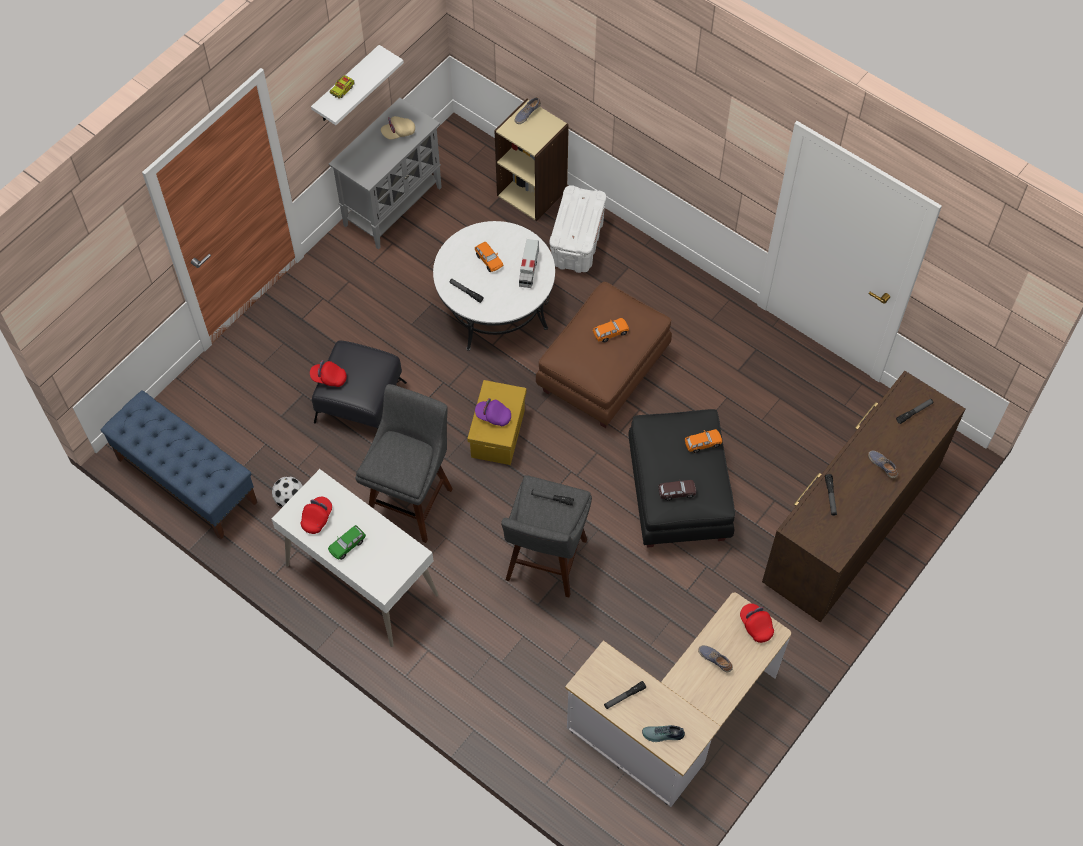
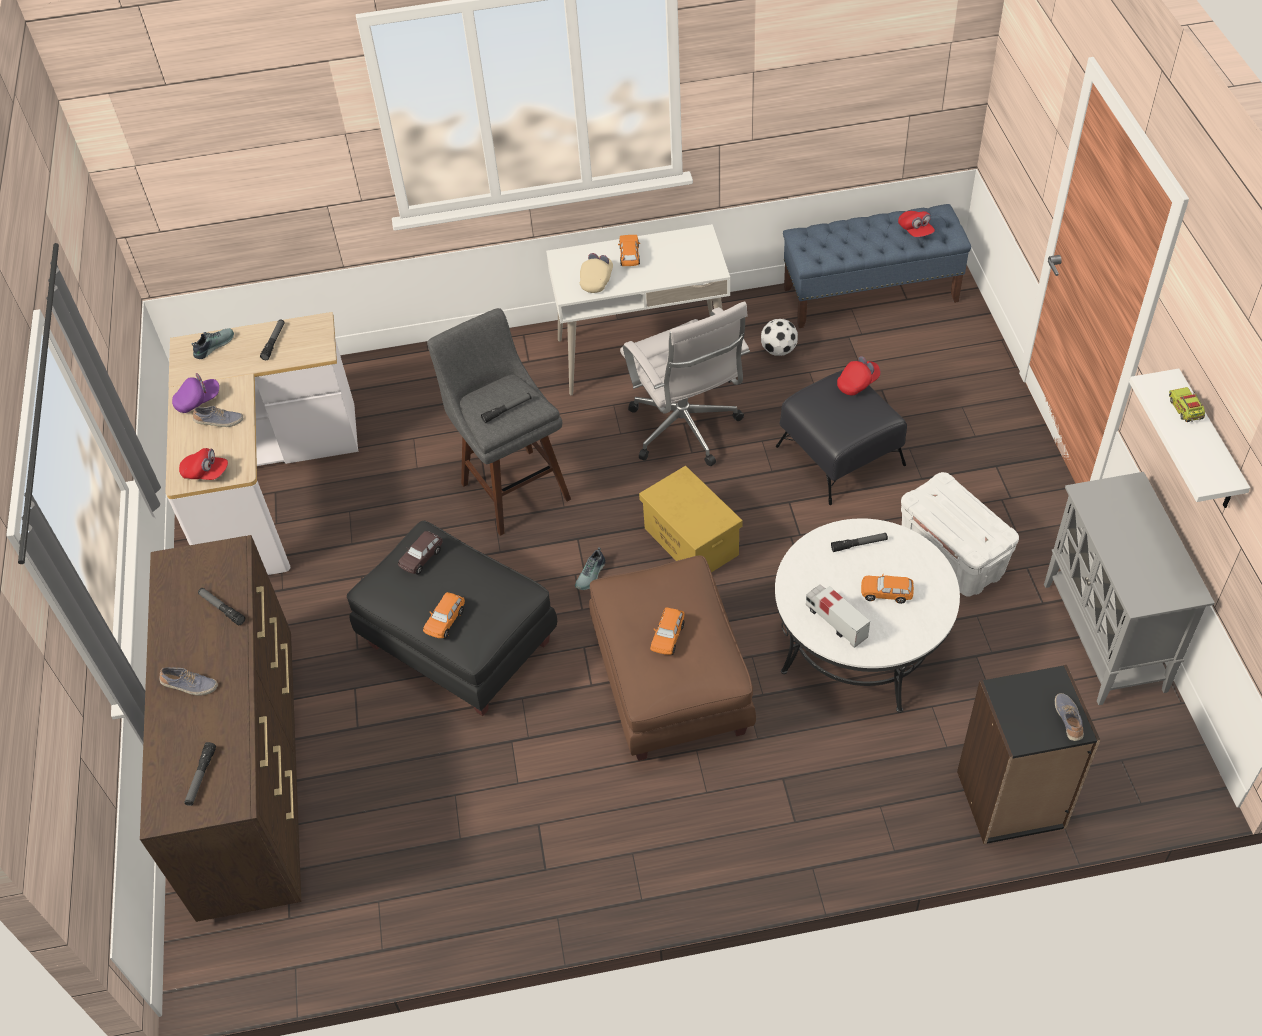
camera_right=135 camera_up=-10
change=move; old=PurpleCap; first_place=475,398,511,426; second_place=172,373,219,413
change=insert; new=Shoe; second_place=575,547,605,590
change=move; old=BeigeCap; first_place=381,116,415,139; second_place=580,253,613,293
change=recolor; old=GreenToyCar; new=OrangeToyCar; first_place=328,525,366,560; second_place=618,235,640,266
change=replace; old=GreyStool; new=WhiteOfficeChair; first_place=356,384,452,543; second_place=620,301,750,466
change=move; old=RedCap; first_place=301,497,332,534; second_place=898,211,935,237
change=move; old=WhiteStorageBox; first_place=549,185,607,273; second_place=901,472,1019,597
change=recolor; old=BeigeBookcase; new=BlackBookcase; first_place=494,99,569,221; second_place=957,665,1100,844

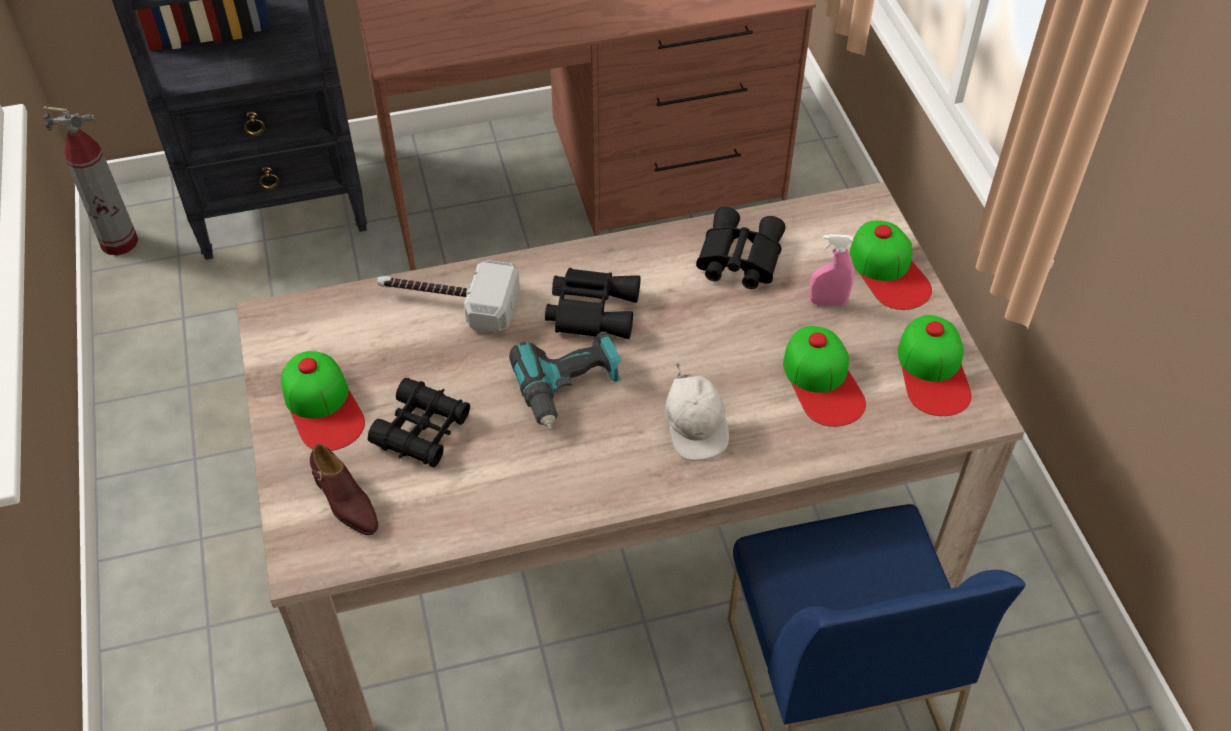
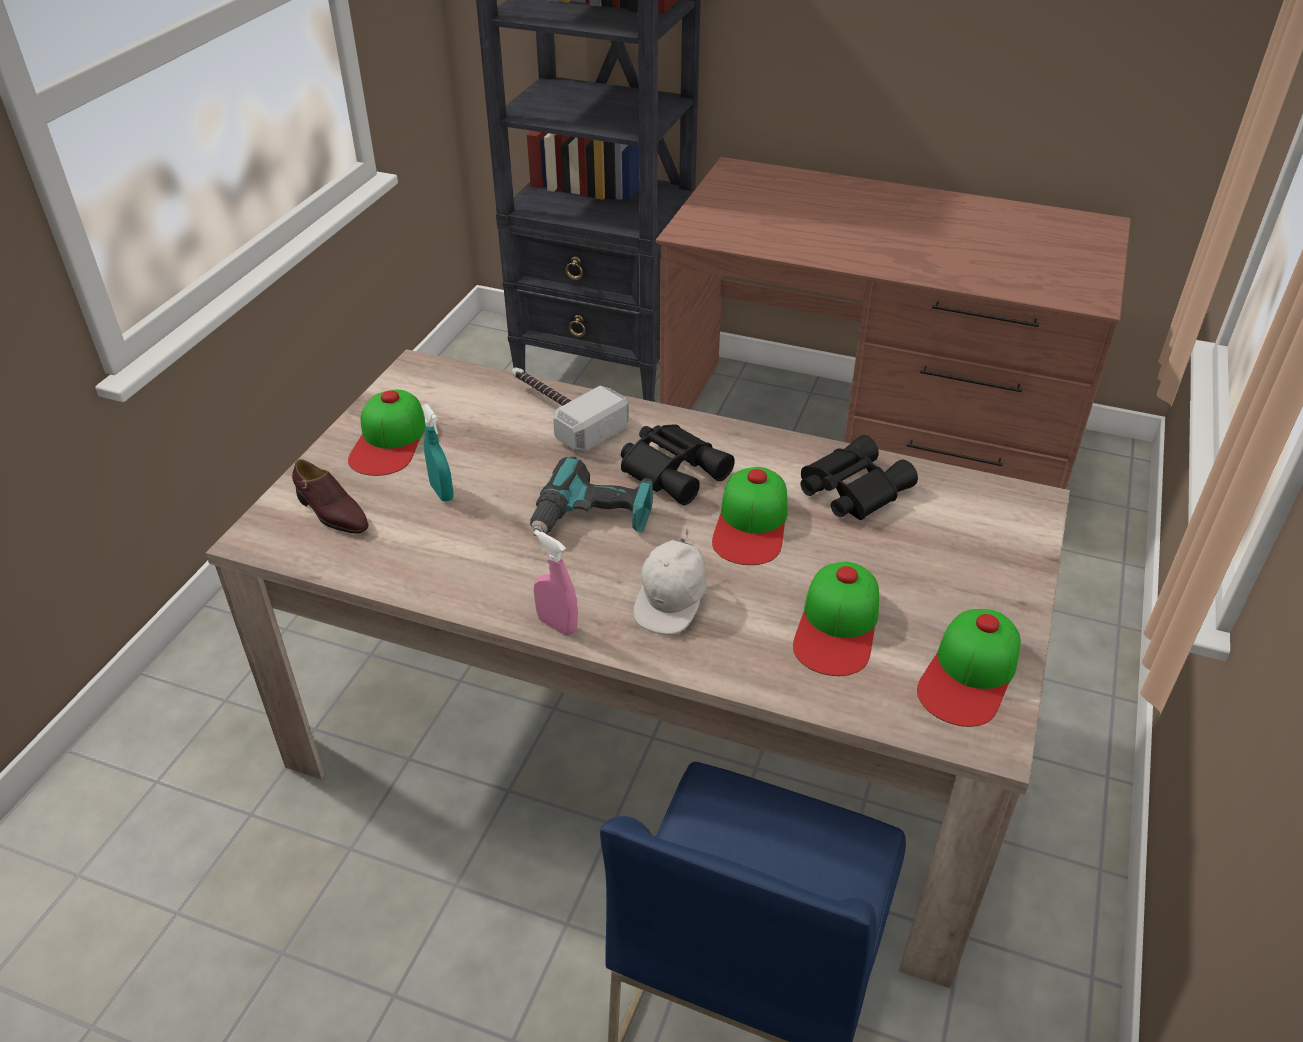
camera_right=35 camera_up=-10
change=rotate; old=BrownShoe; first_place=310,444,378,535; second_place=292,459,369,534; degrees=-45
change=replace; old=BlackBinoculars; new=TurquoiseSprayBottle; first_place=368,378,470,467; second_place=422,404,454,502
change=move; old=PinkSprayBottle; first_place=809,234,854,306; second_place=534,530,578,636
change=move; old=Cap; first_place=850,221,932,310; second_place=712,467,788,565
change=delete; old=FireExtinguisher; first_place=44,106,138,255

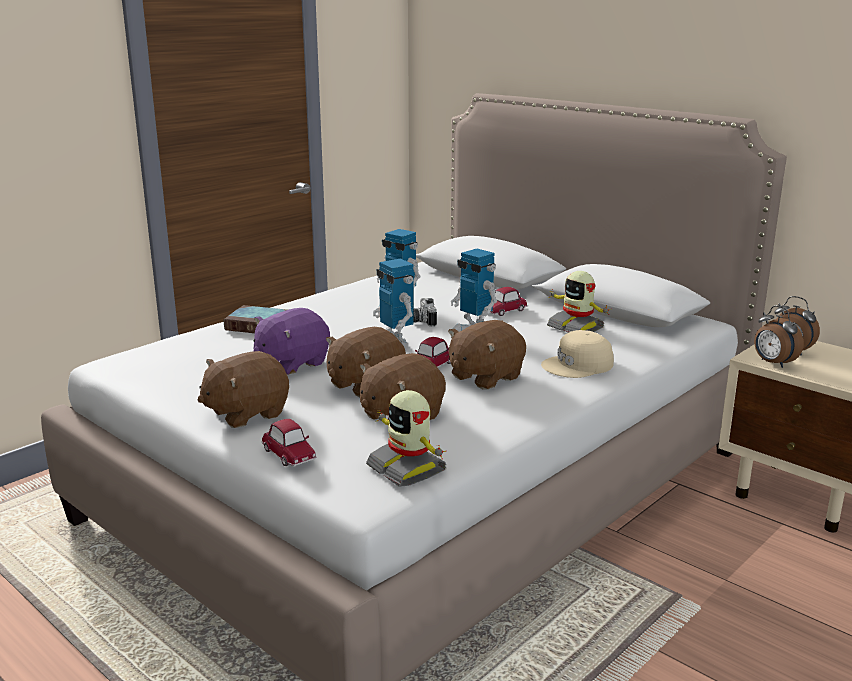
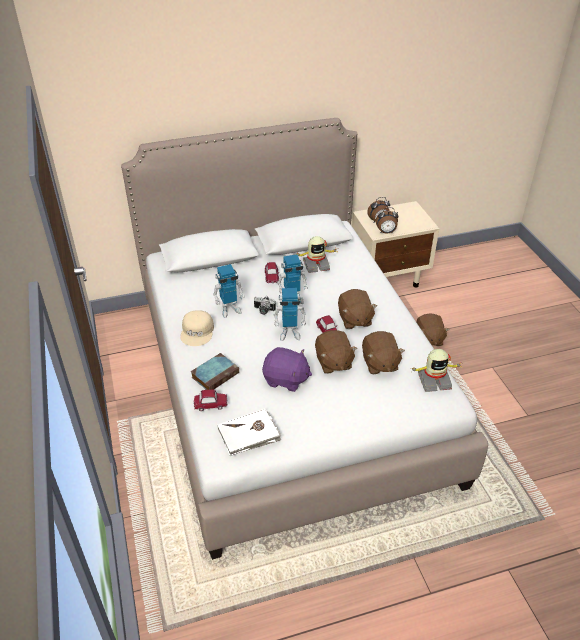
camera_right=-60 camera_up=20
change=move; old=BeigeCap; first_place=541,330,614,378; second_place=180,310,214,346
change=move; old=ToyCar; first_place=262,419,316,466; second_place=194,389,228,411
change=insert; new=WhiteBook; second_place=217,409,281,456
change=rotate; old=PurplePlushToy; first_place=253,308,330,375; second_place=262,347,312,392; degrees=-60
change=move; old=BrownPlushToy; first_place=198,351,289,428; second_place=416,313,450,346

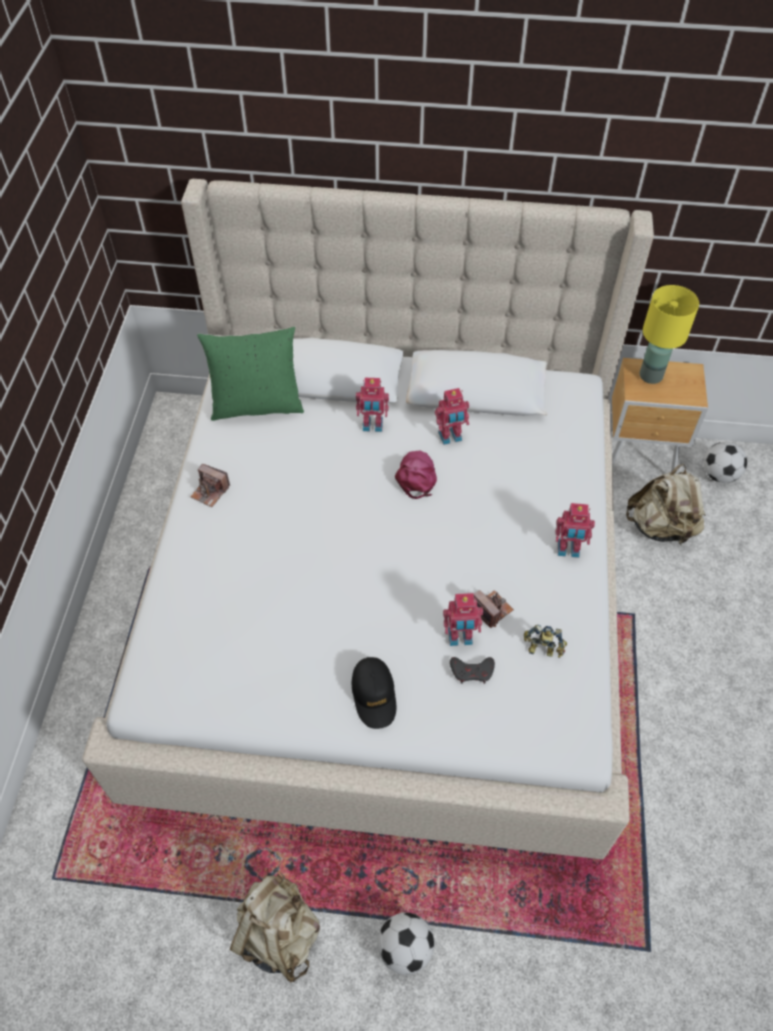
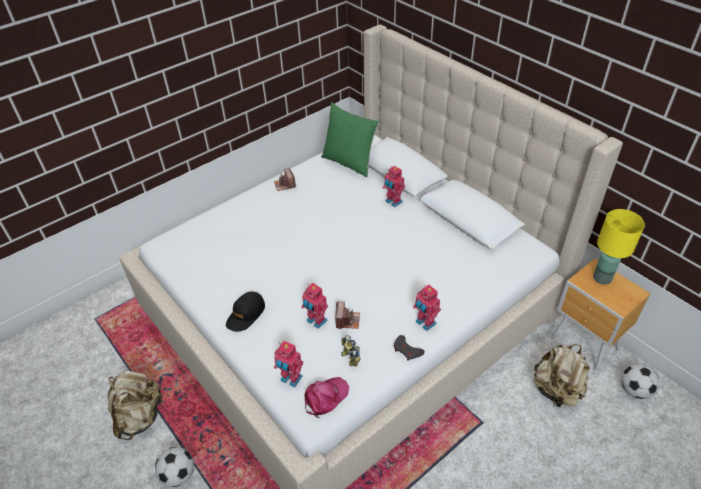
camera_right=45 camera_up=-10
change=move; old=ToyRobot; first_place=435,388,469,445; second_place=274,341,303,387
change=move; old=PinkCap; first_place=395,450,437,499; second_place=304,377,349,418
change=move; old=GreyGameController; first_place=450,657,495,684; second_place=394,335,424,361

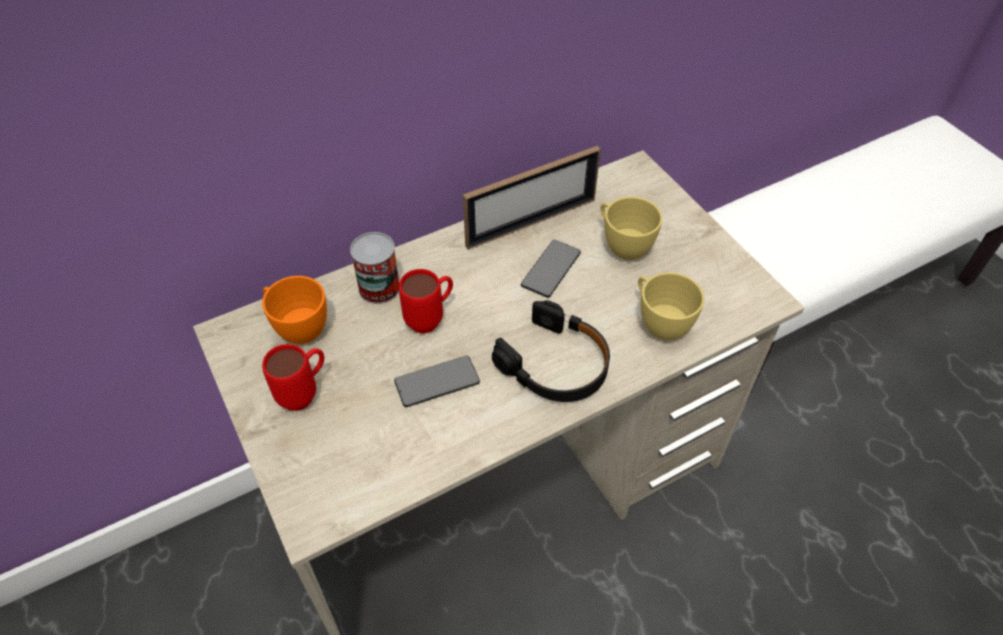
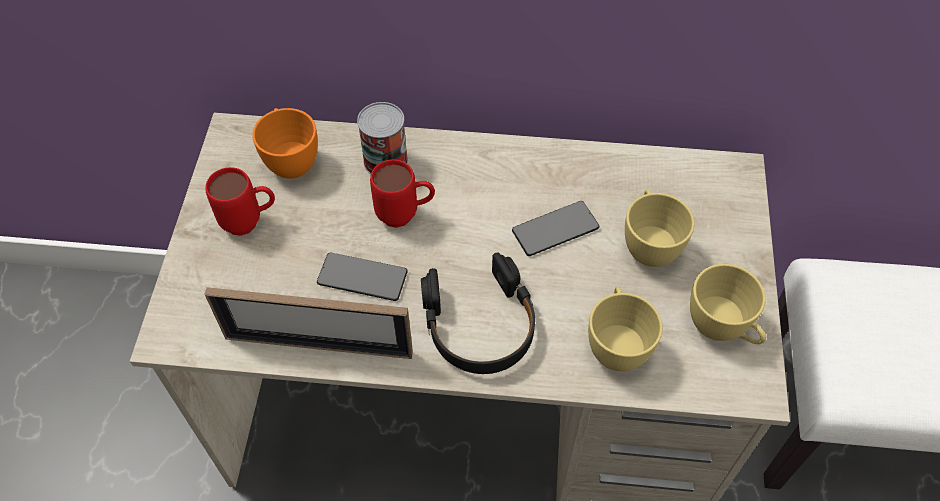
camera_right=35 camera_up=5
change=move; old=PictureFrame; first_place=463,146,601,250; second_place=205,287,413,359
change=insert; new=YellowCup; second_place=690,264,766,344

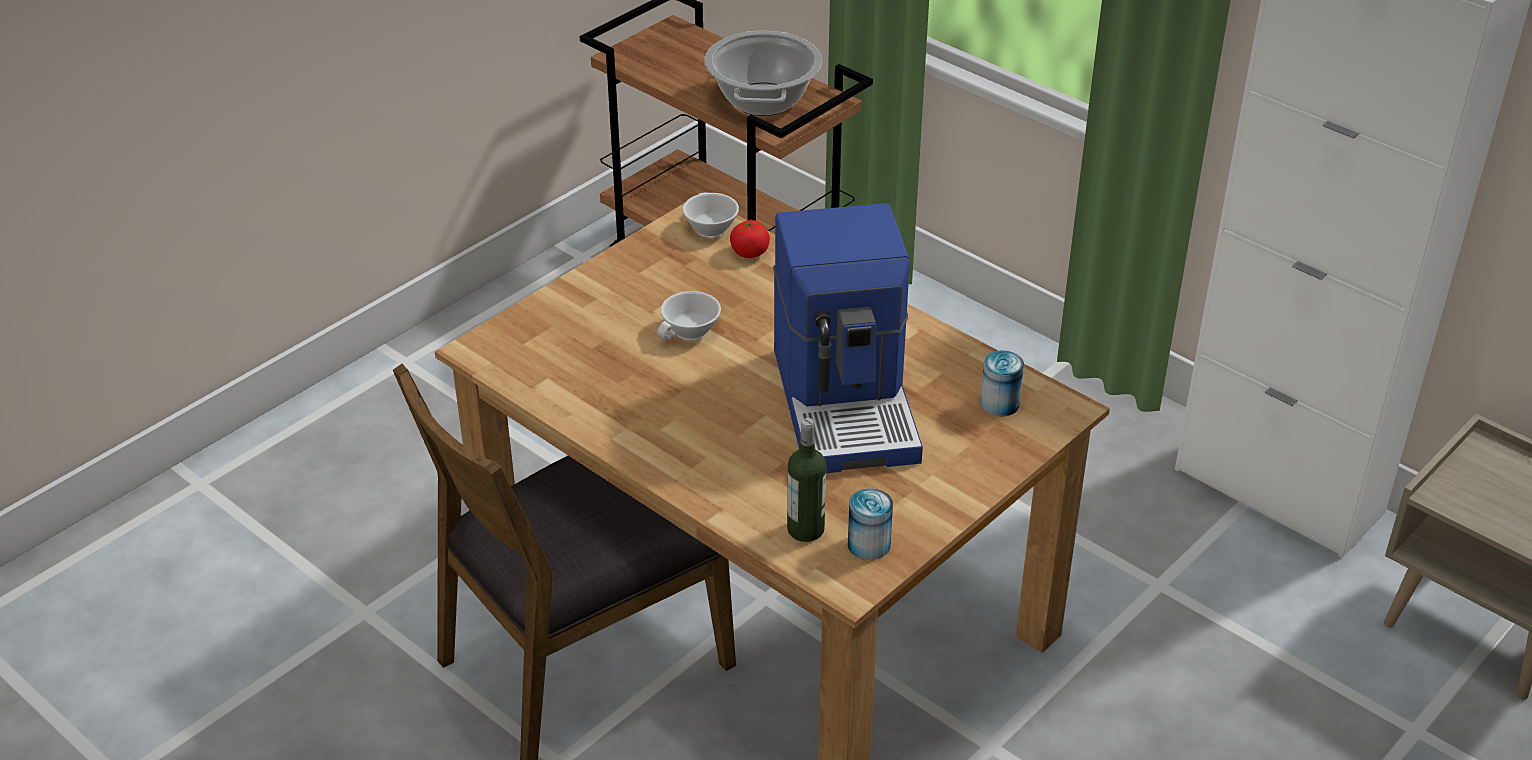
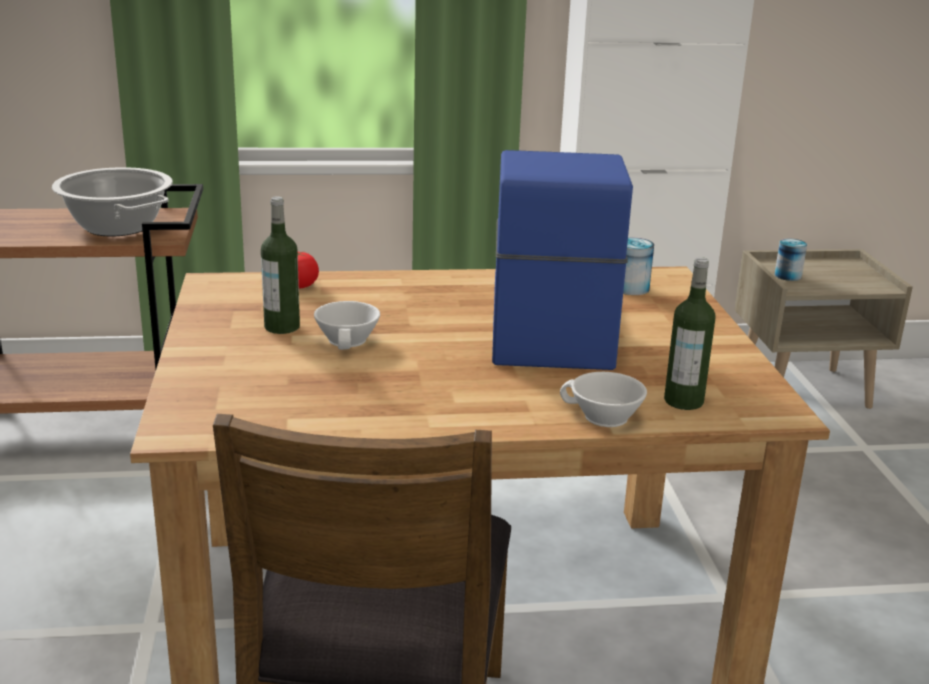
camera_right=-50 camera_up=-15
change=insert; new=Bottle; second_place=261,196,300,334
change=rotate; old=CoffeeMachine; first_place=773,203,923,473; second_place=492,150,633,370; degrees=-120
change=move; old=WhiteCup; first_place=683,192,739,238; second_place=560,372,647,427
change=move; old=Can; first_place=848,488,893,560; second_place=775,239,807,281

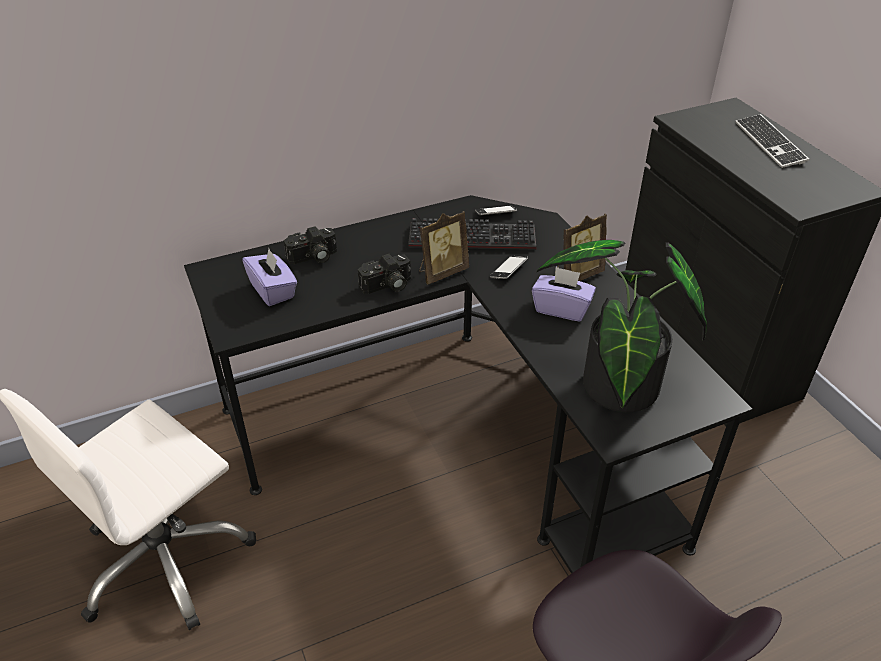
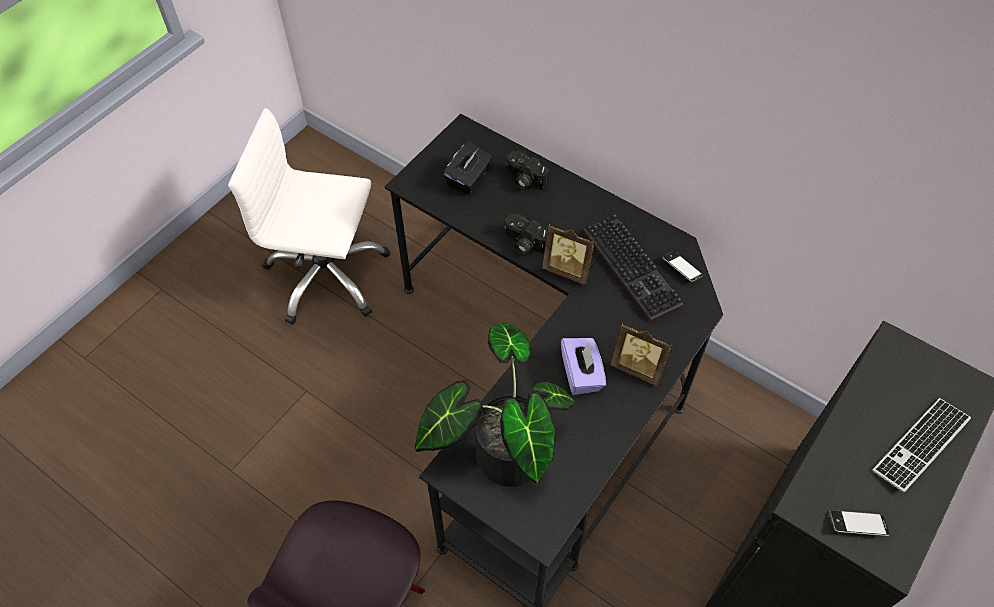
camera_right=60 camera_up=15
change=recolor; old=PurpleTissueBox; new=BlackTissueBox; first_place=242,249,297,306; second_place=444,141,492,195
change=move; old=Phone; first_place=490,256,528,279; second_place=830,510,890,536

